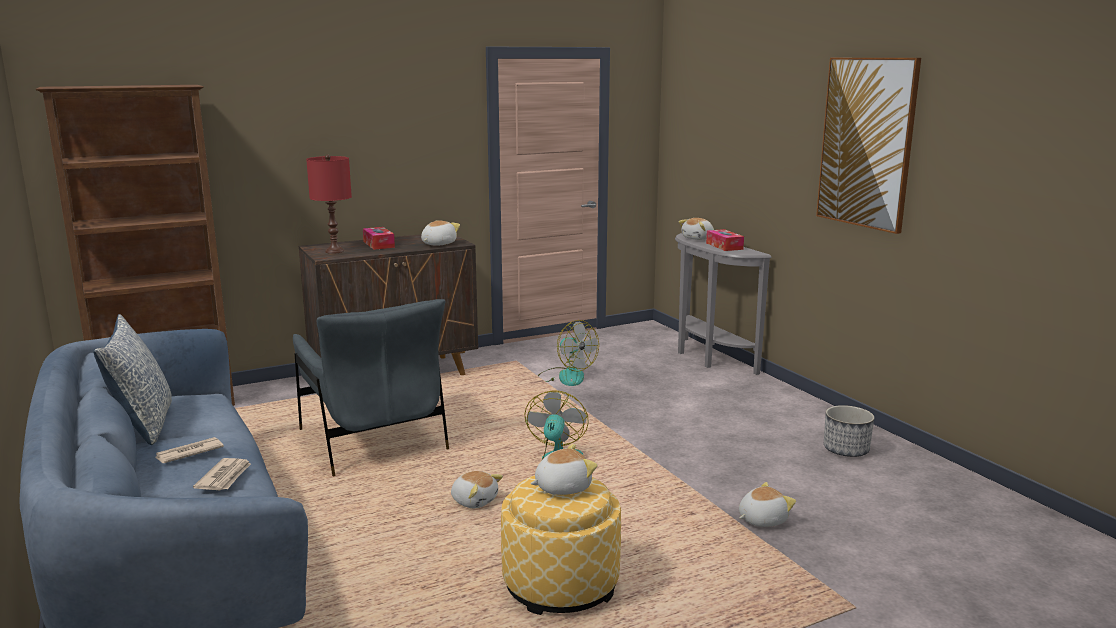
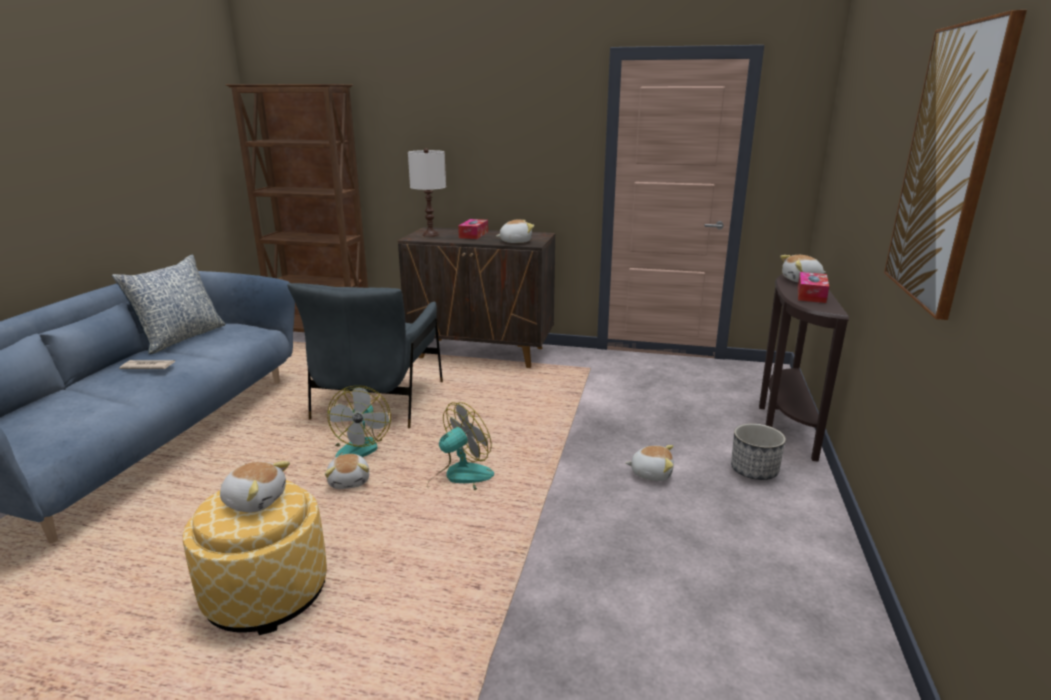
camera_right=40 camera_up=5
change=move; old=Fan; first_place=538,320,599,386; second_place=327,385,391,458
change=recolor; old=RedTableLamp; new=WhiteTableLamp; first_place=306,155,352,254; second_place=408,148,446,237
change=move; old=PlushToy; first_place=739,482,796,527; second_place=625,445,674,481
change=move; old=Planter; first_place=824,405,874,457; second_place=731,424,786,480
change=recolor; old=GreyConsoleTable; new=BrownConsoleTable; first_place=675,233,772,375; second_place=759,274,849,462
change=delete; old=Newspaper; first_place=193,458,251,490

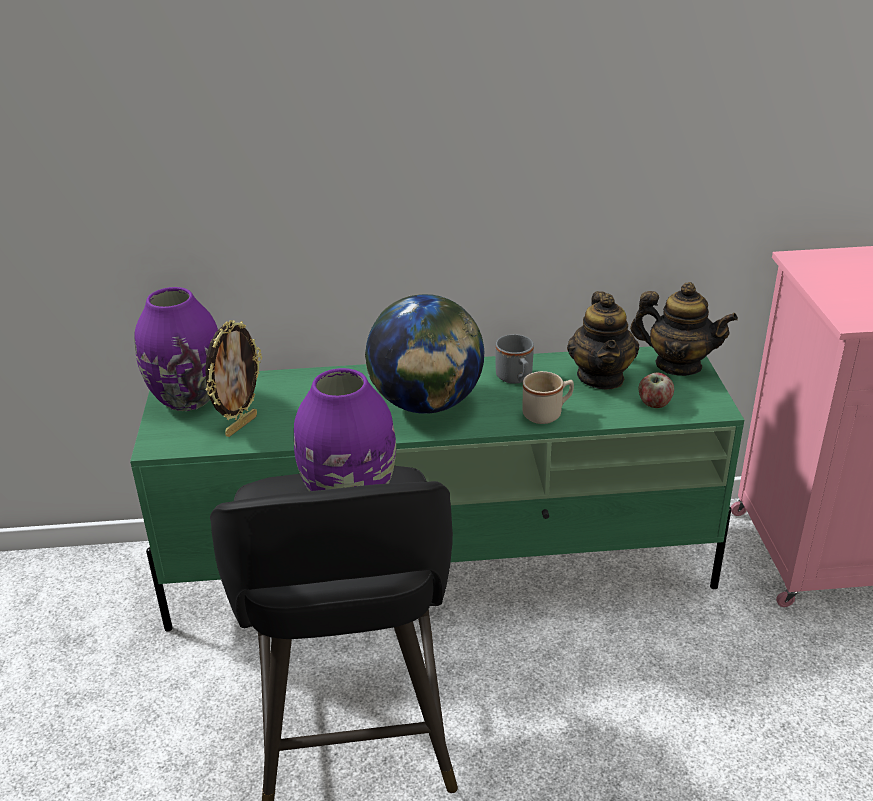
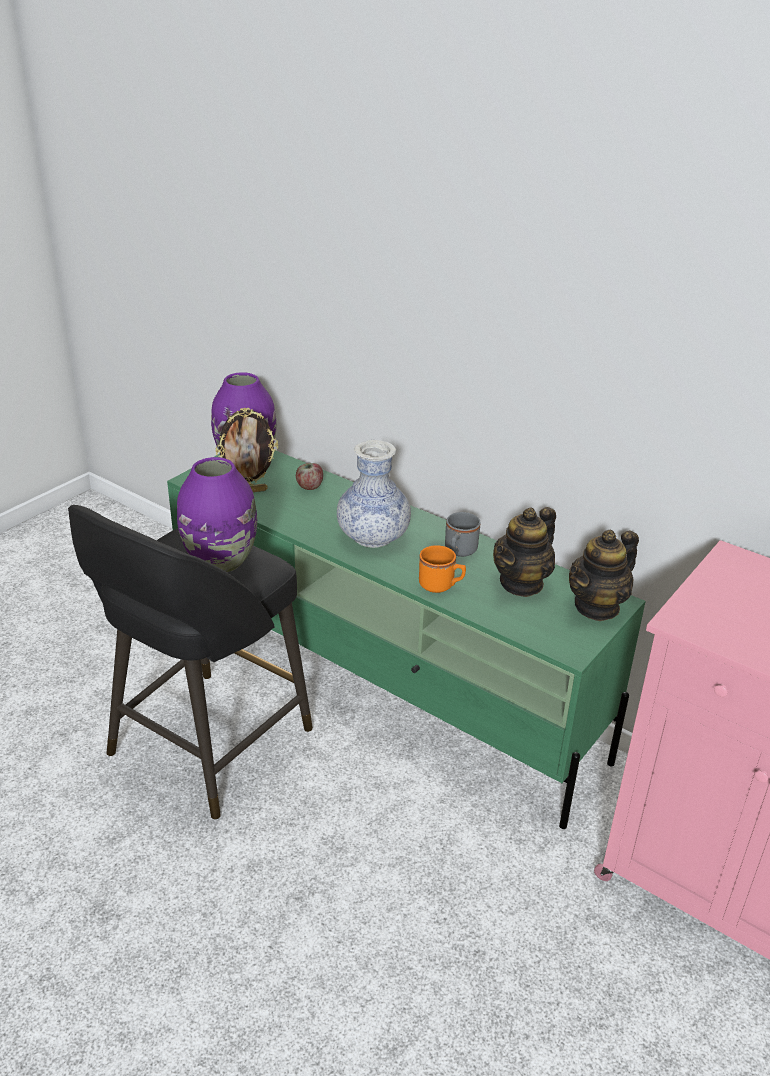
camera_right=40 camera_up=0
change=move; old=Apple; first_place=639,373,674,408; second_place=296,463,323,490
change=replace; old=Globe; new=Vase; first_place=365,294,484,414; second_place=337,440,411,548
change=recolor; old=BeigeMug; new=OrangeMug; first_place=522,371,574,424; second_place=419,545,466,593
change=rotate; old=Teapot; first_place=630,282,738,376; second_place=569,530,639,621; degrees=75

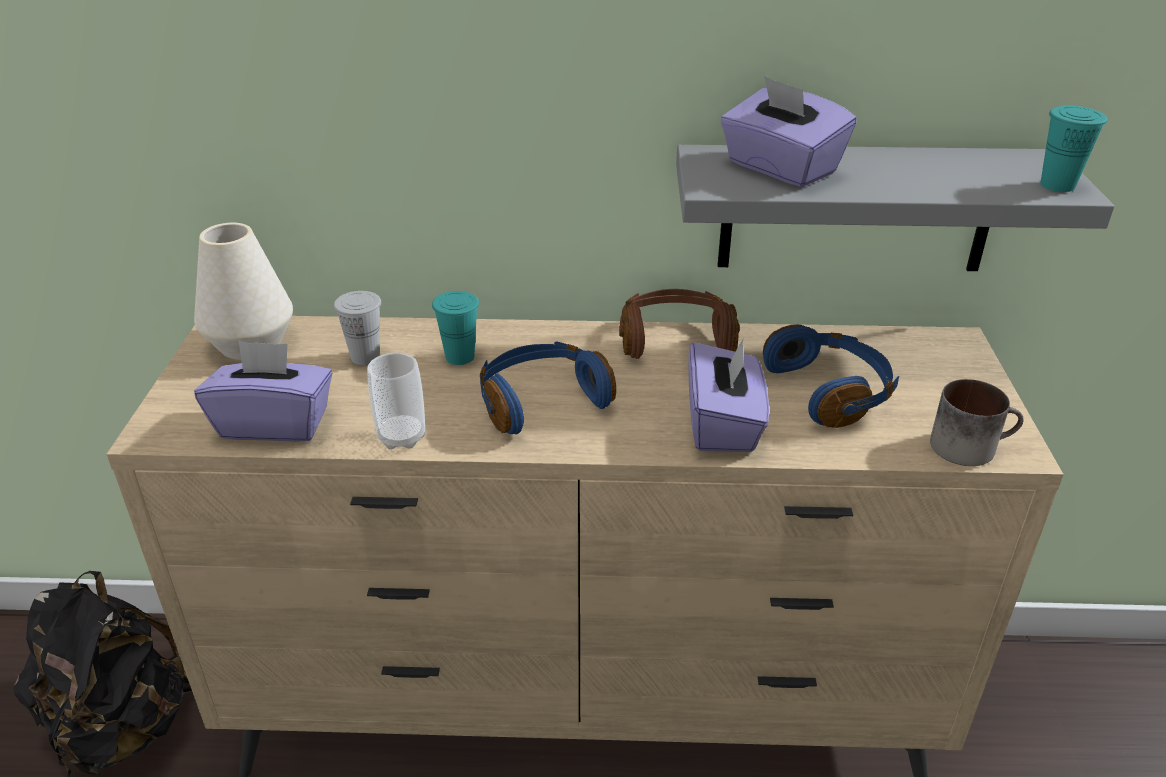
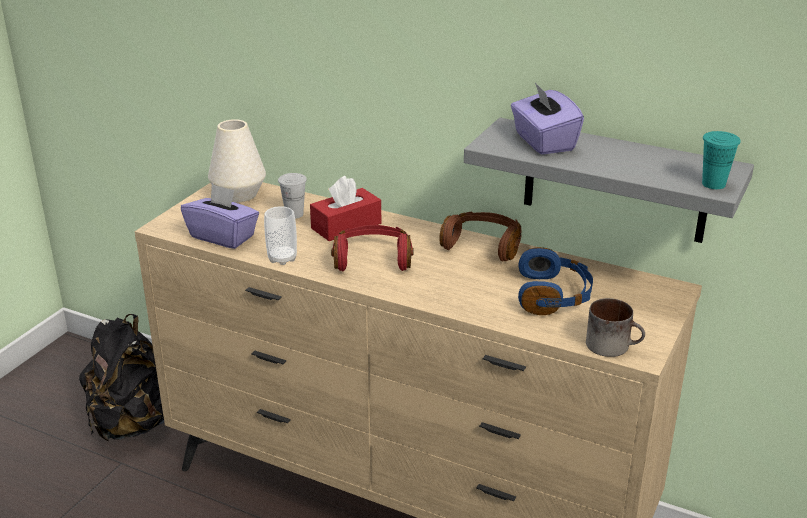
camera_right=25 camera_up=-5
change=replace; old=TurquoiseCup; new=RedTissueBox; first_place=432,291,479,365; second_place=310,176,381,241
change=recolor; old=BlueHeadphones; new=RedHeadphones; first_place=480,341,616,434; second_place=331,225,414,272
change=delete; old=PurpleTissueBox; first_place=688,338,769,452

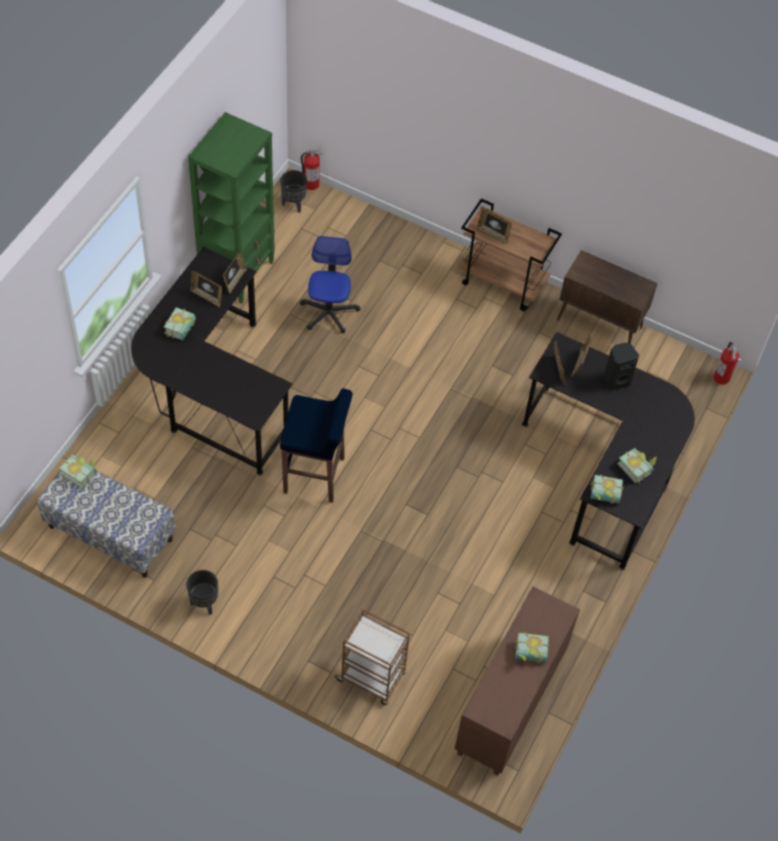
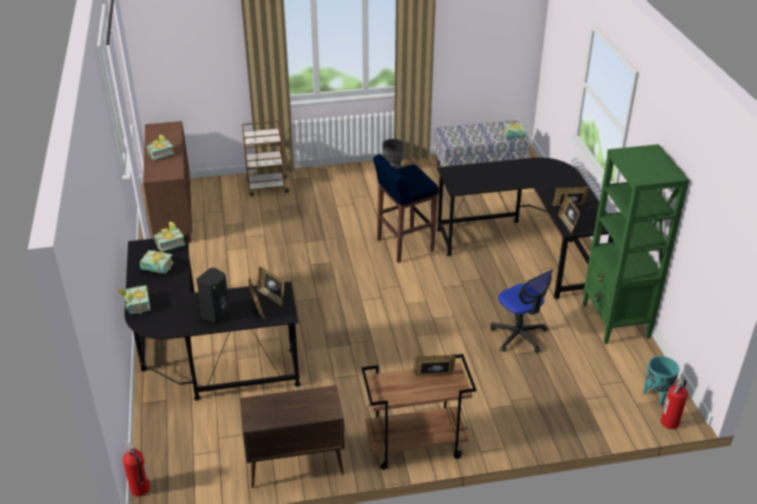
camera_right=145 camera_up=-20
change=move; old=Book; first_place=164,307,196,340; second_place=116,285,151,315
change=recolor; old=BlackPlanter; new=TurquoisePlanter; first_place=280,170,307,213; second_place=643,356,679,405

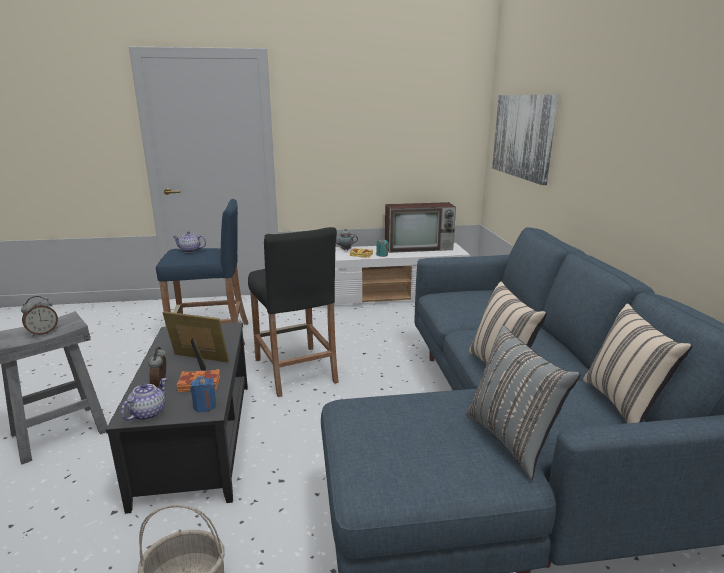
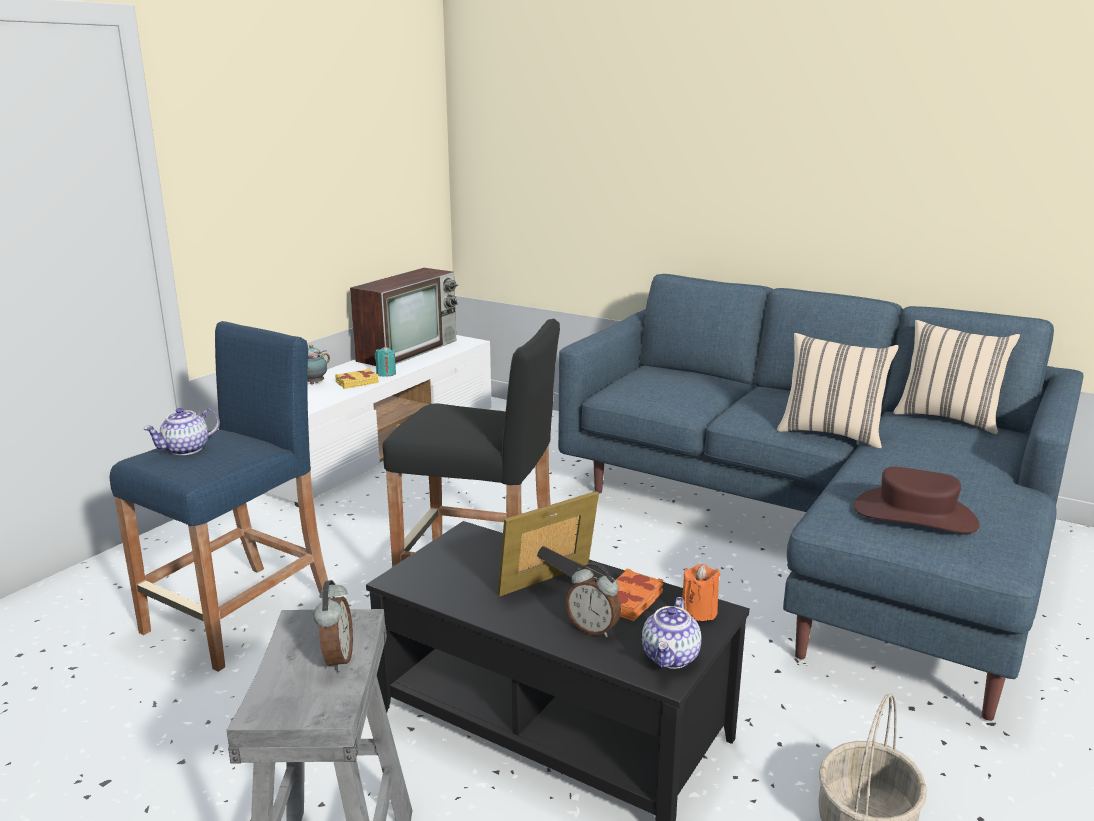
camera_right=-50 camera_up=0
change=rotate; old=Teapot; first_place=121,378,167,421; second_place=642,597,701,669; degrees=-135
change=recolor; old=BlueCandle; new=OrangeCandle; first_place=190,376,216,412; second_place=682,564,720,621
change=insert; new=BrownHat; second_place=854,467,979,533
change=delete; old=GreyPillow; first_place=465,326,580,479
change=delete; old=Picture; first_place=492,95,558,185

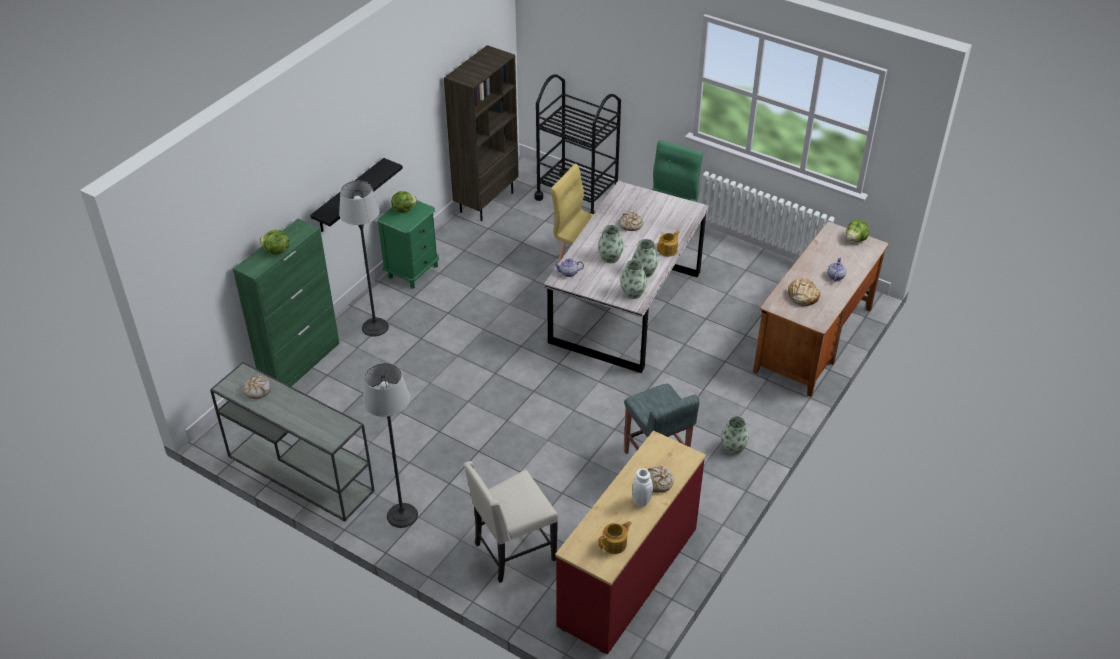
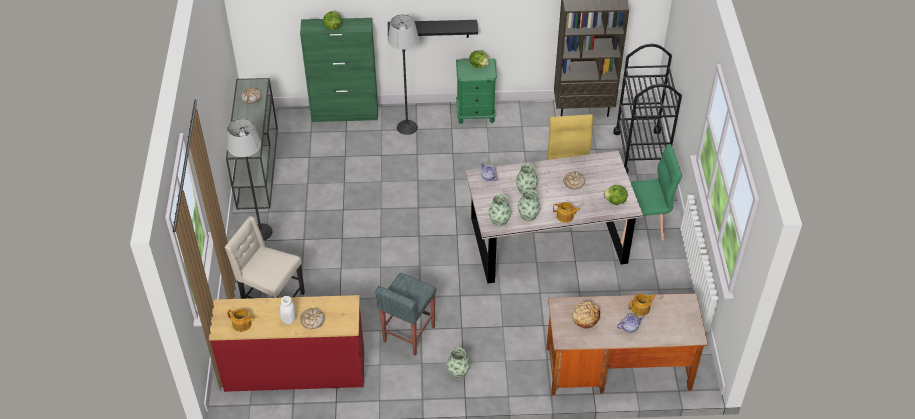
camera_right=55 camera_up=5
change=move; old=Lettuce; first_place=846,220,870,242; second_place=603,185,627,205
change=insert; new=Teapot; second_place=628,293,656,316

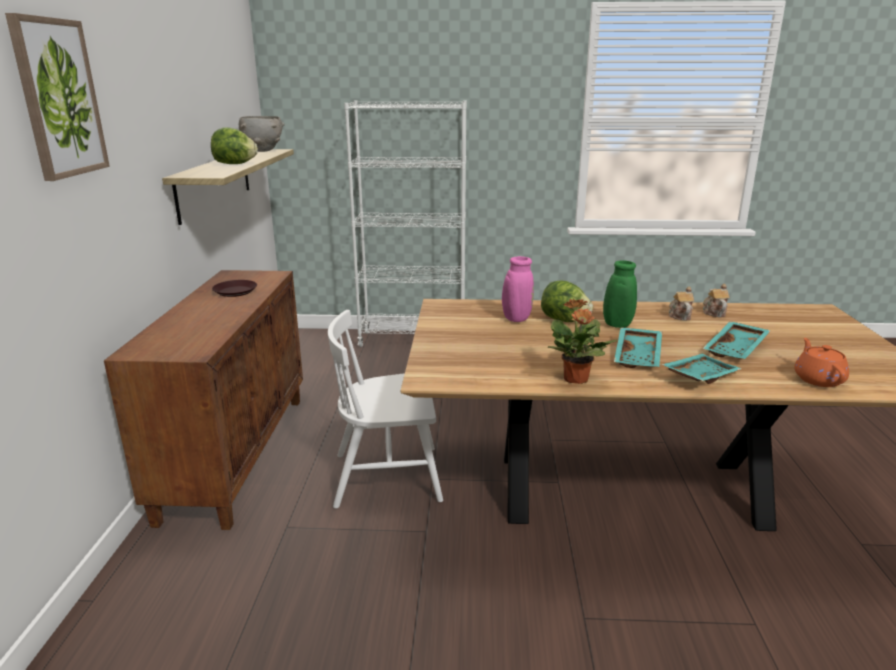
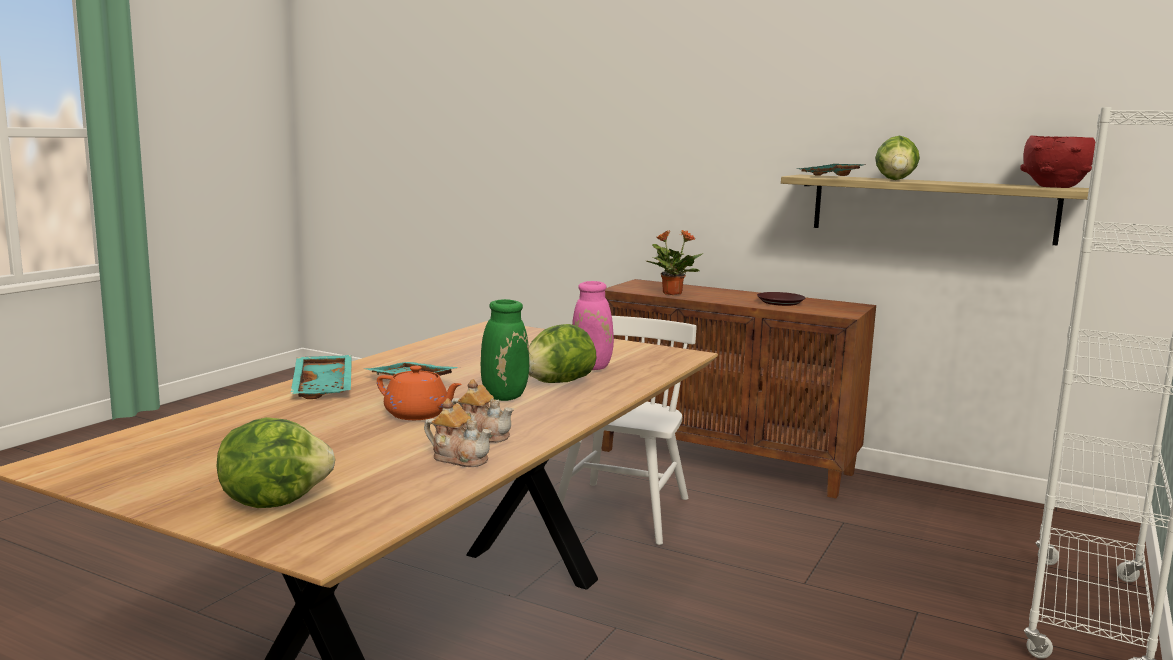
camera_right=115 camera_up=-10
change=insert; new=Lettuce; second_place=217,417,336,508
change=move; old=OrangeTeapot; first_place=794,338,849,387; second_place=377,366,462,420
change=move; old=PottedPlant; first_place=548,299,618,384; second_place=646,230,703,295
change=move; old=TurquoiseTray; first_place=702,321,771,359; second_place=797,164,863,176
change=recolor; old=GreyBowl; new=RedBowl; first_place=239,116,285,152; second_place=1020,135,1095,188
change=delete; old=Picture; first_place=5,13,110,181

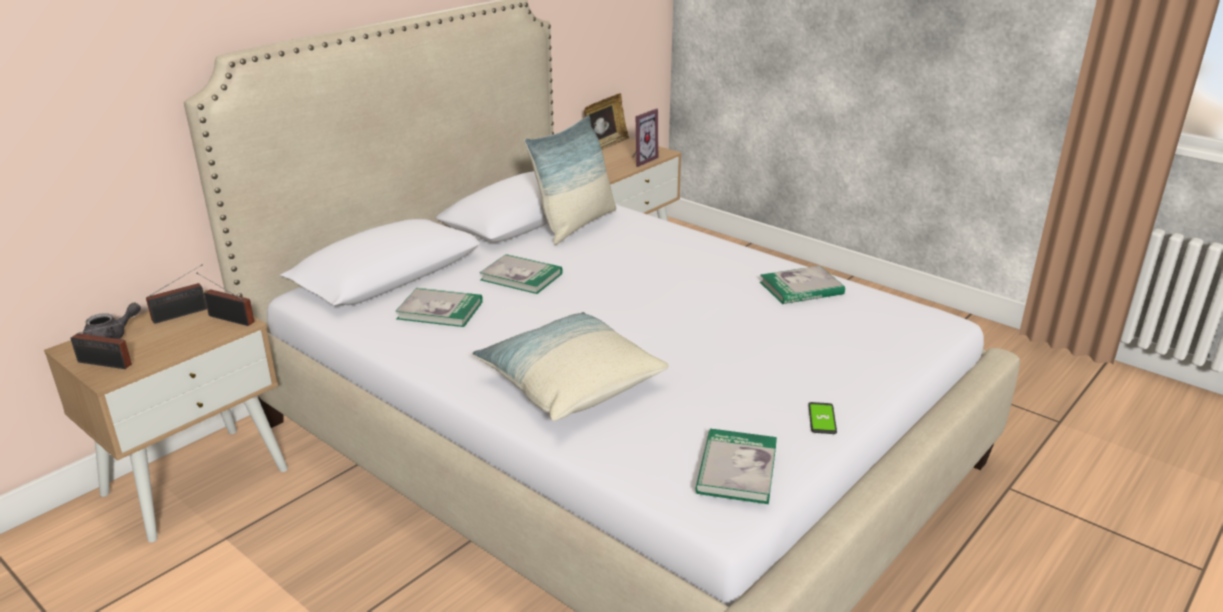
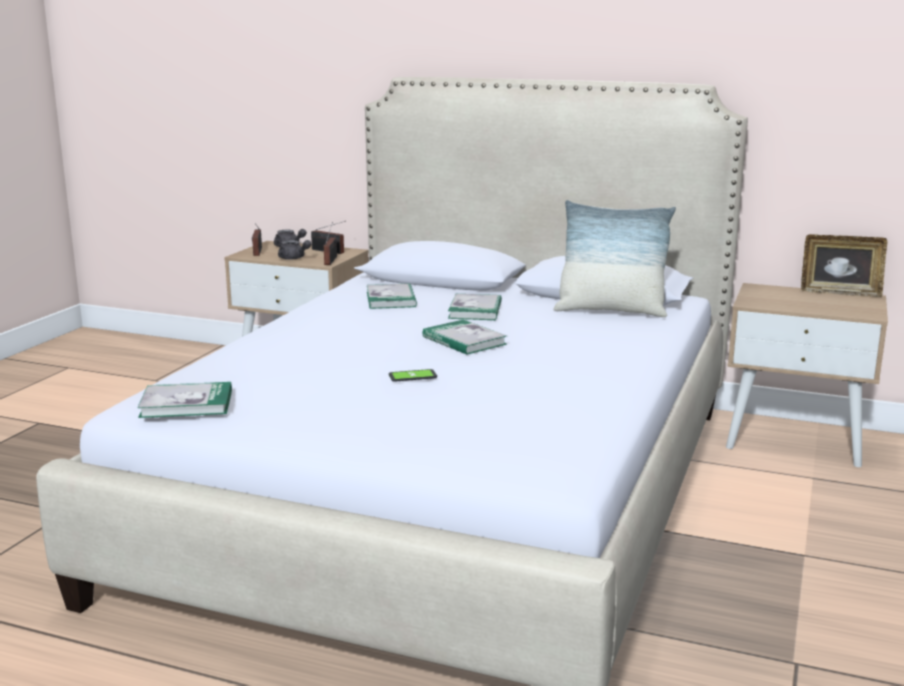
camera_right=70 camera_up=-10
change=insert; new=GreyTeapot; second_place=278,240,311,260
change=move; old=Phone; first_place=808,402,837,434; second_place=389,369,437,382
change=move; old=Book; first_place=760,266,845,304; second_place=423,320,507,355
change=delete; old=Pillow; first_place=473,312,669,421
change=delete; old=PictureFrame; first_place=632,108,658,167

